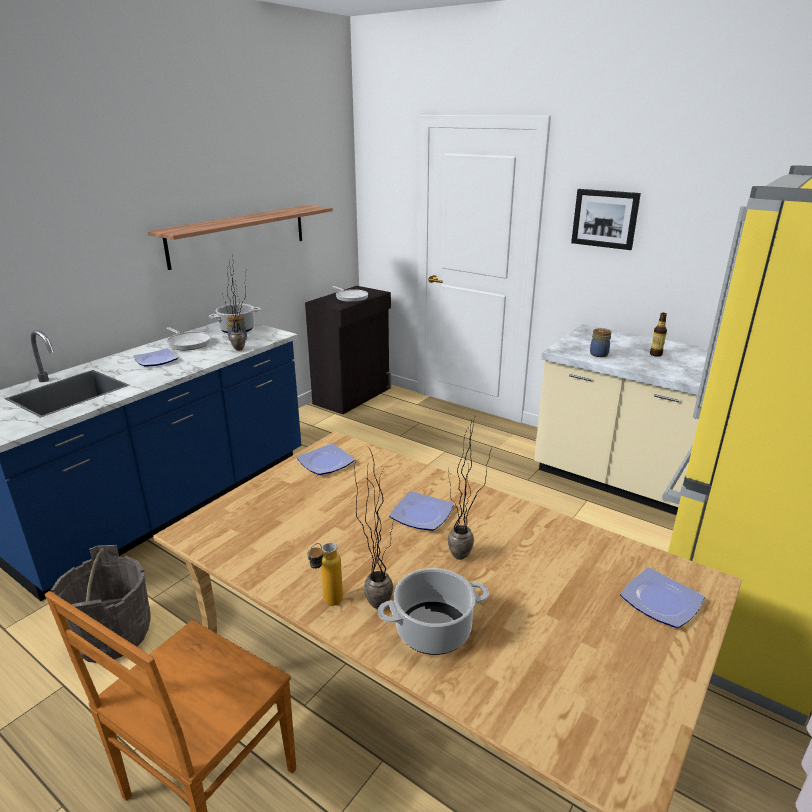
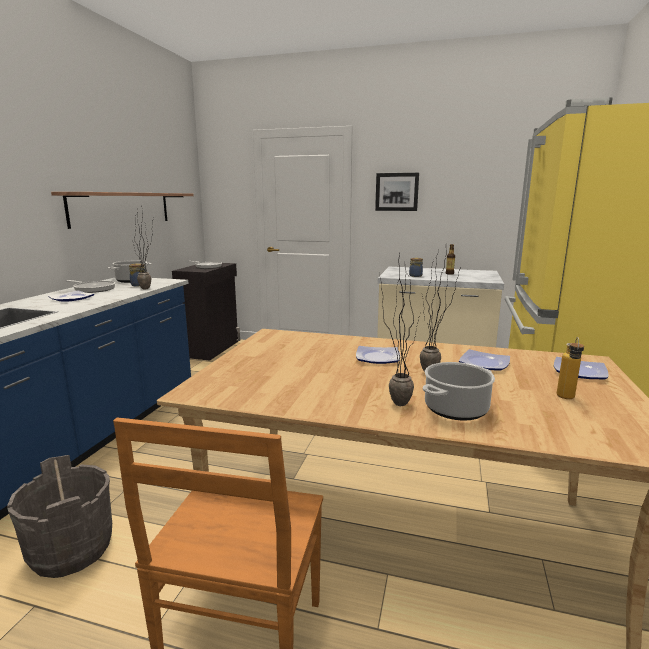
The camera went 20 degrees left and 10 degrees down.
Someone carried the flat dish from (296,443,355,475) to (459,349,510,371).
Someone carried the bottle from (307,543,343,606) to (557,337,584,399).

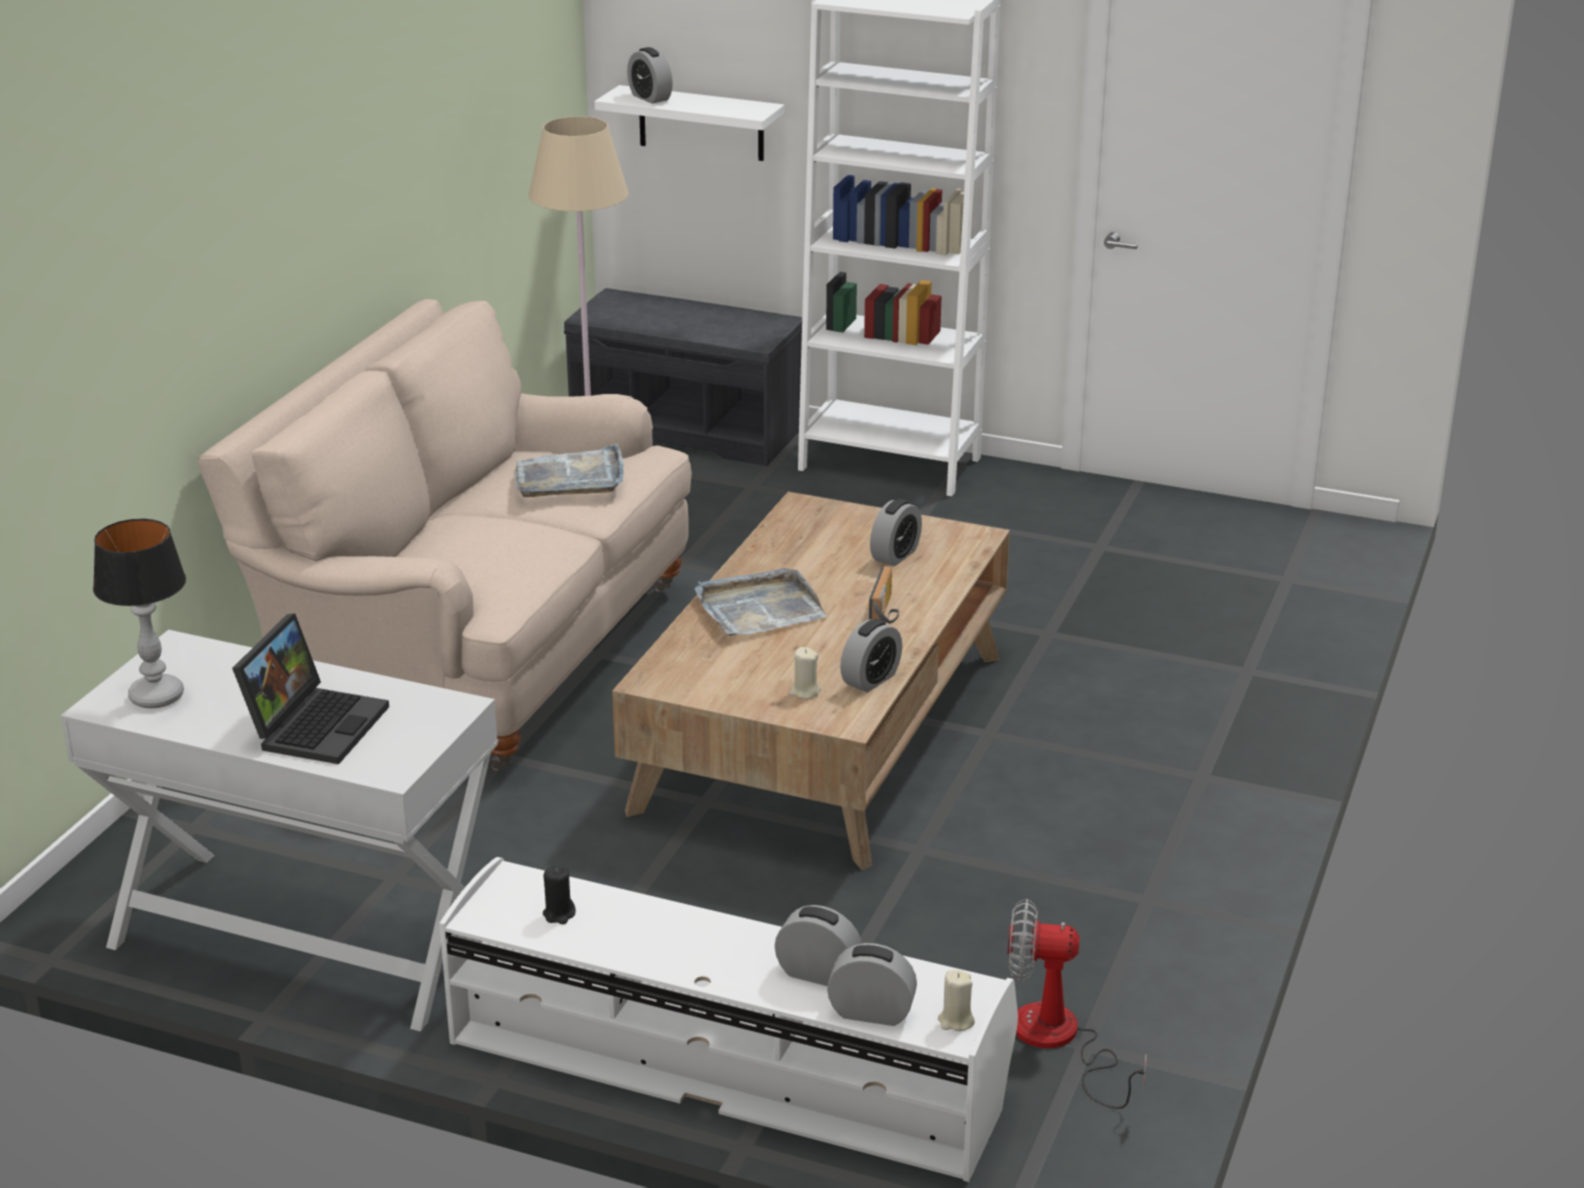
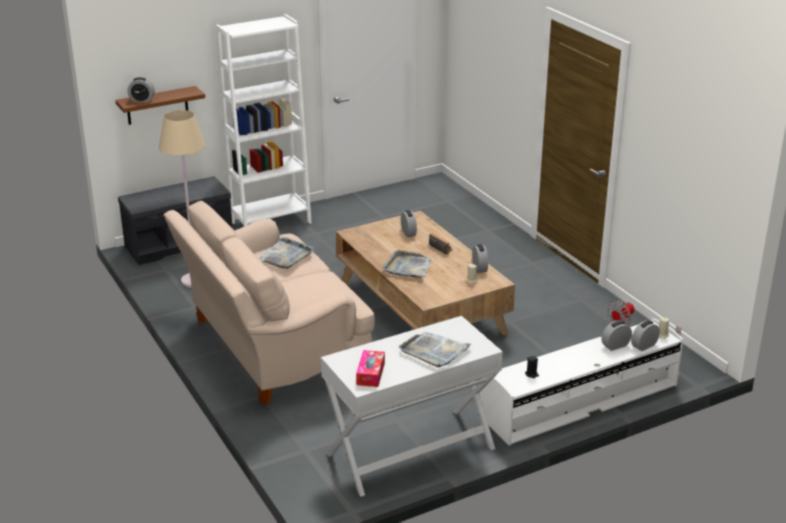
The camera went 50 degrees left and 0 degrees up.
Someone swapped the lamp for a table at (93,519,186,708) for the box of tissues at (356,350,385,387).
Someone swapped the portable computer at (232,613,389,764) for the gray carrying tray at (399,332,472,367).
Someone repainted the white-coloured shelf at (595,85,784,161), which became the brown-coloured shelf at (115,86,205,125).

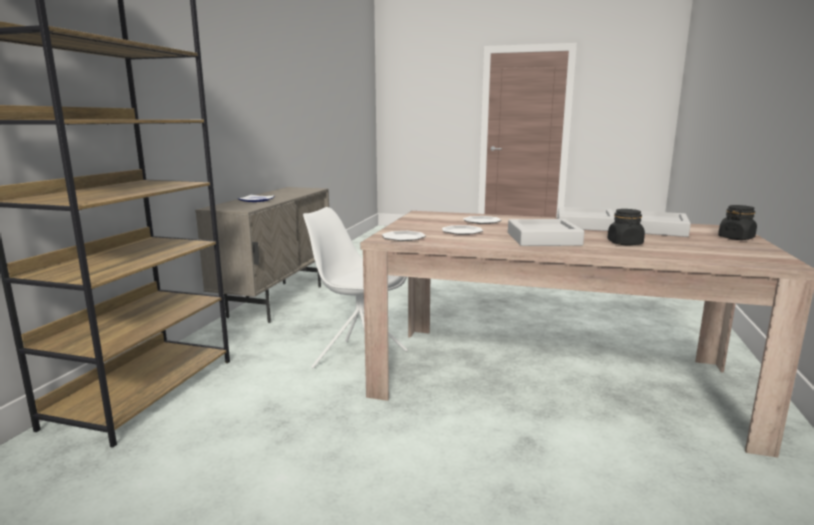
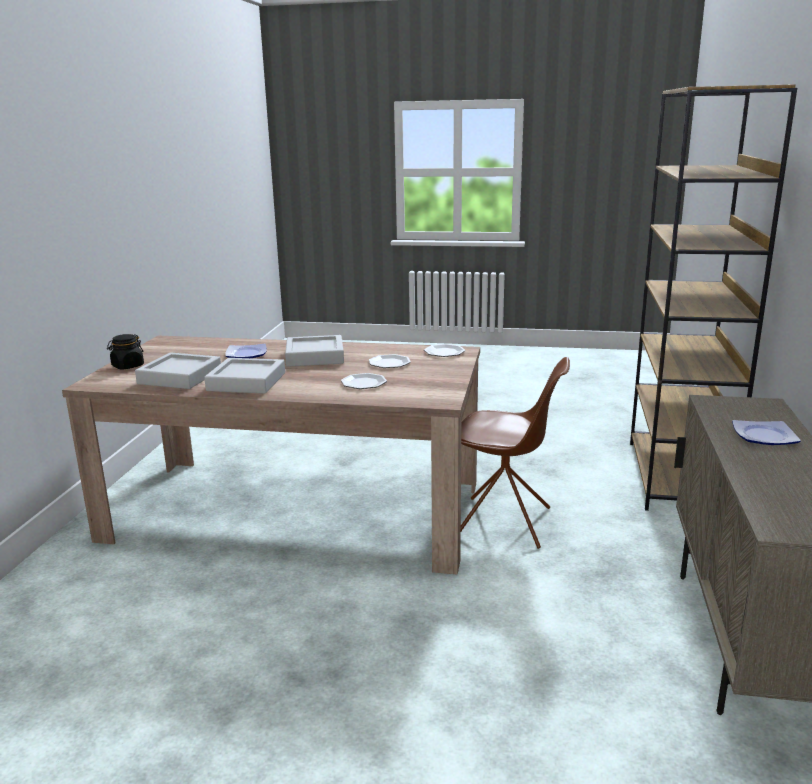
The camera went 175 degrees right and 5 degrees up.
Someone swapped the black storage jar at (607,209,645,246) for the flat dish at (225,344,267,358).
Someone repainted the white-coloured upright chair at (303,207,408,368), which became the brown-coloured upright chair at (461,357,570,549).

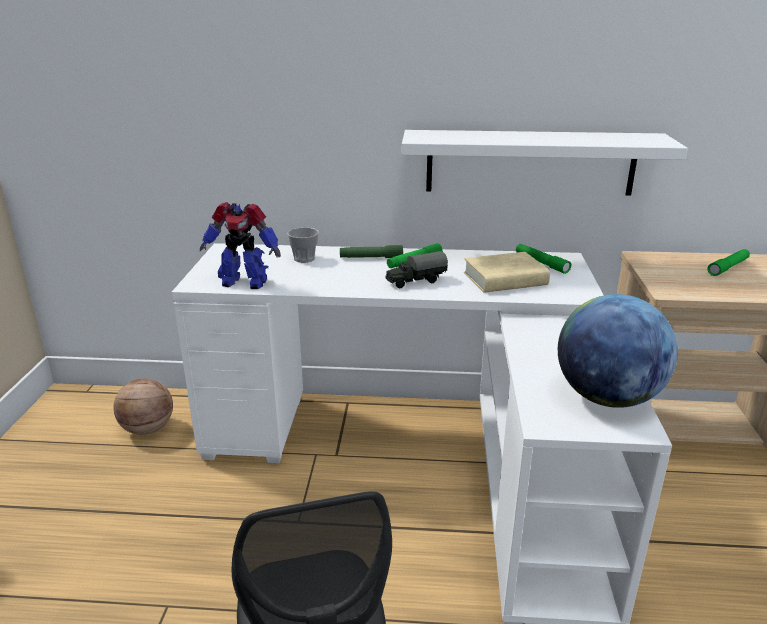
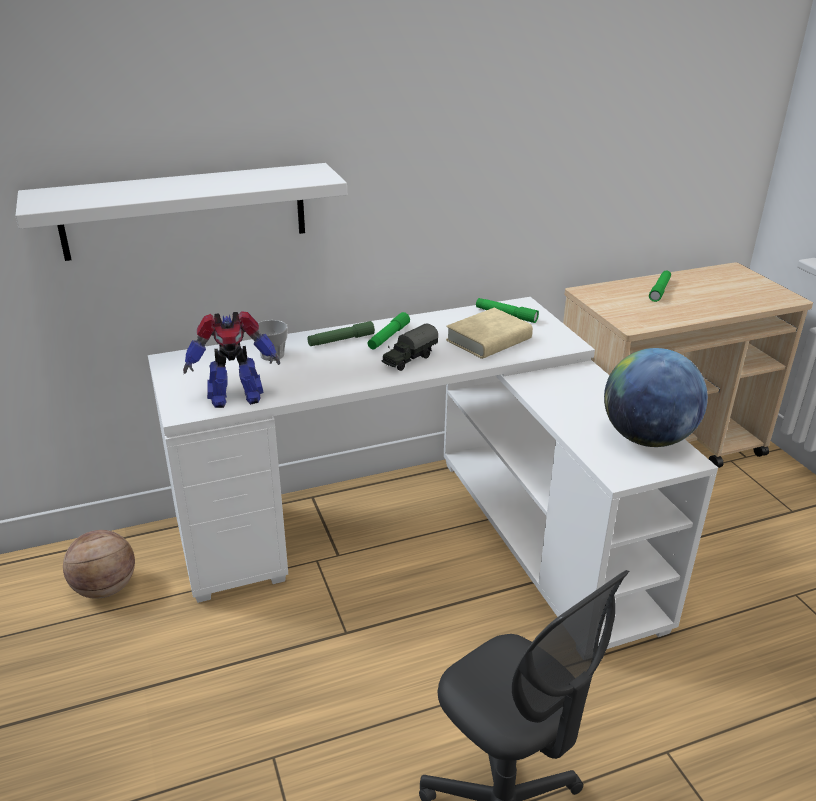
The camera went 25 degrees left and 5 degrees up.
Someone carried the white-coloured shelf from (402,130,688,196) to (16,163,347,261).

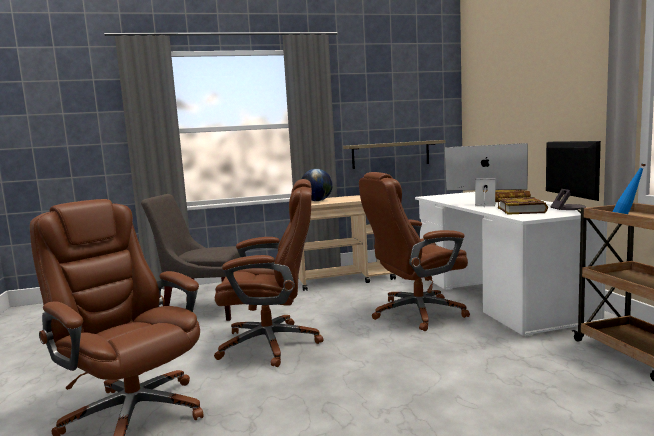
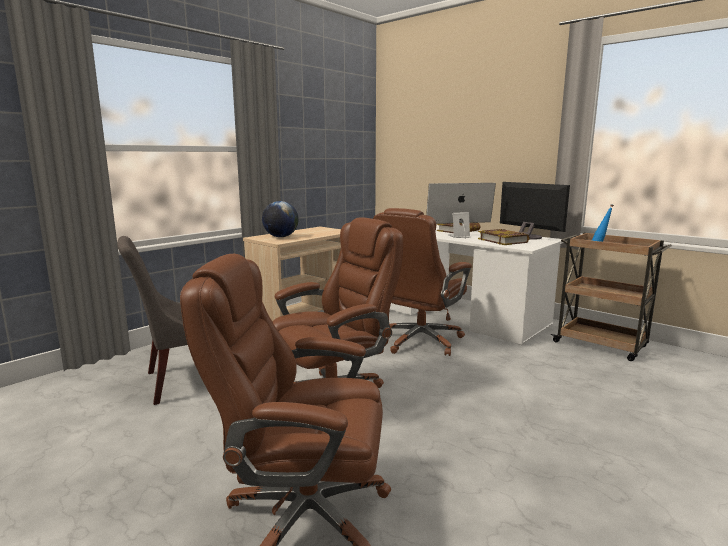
The camera went 35 degrees left and 5 degrees up.
Someone took away the shelf at (343,140,445,169).

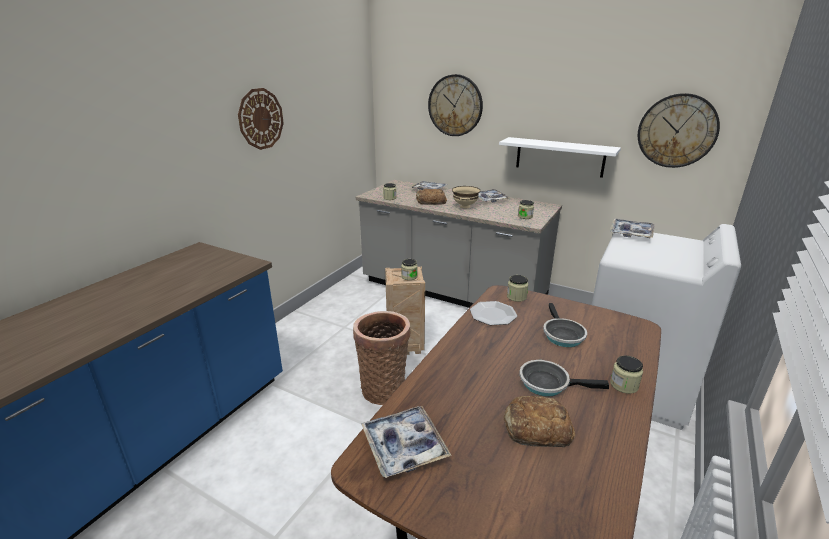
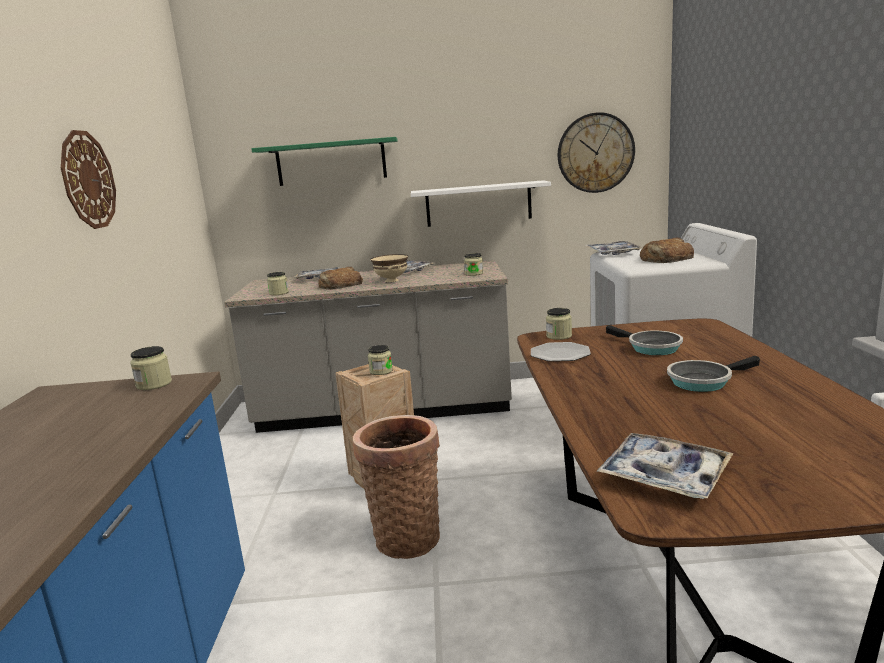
The camera went 30 degrees left and 10 degrees down.
Someone carried the baked bread from (504,396,575,448) to (640,238,694,263).
Someone carried the storage jar from (610,356,643,394) to (130,346,172,390).
Someone swapped the hanging clock at (428,74,483,136) for the green-coloured shelf at (251,137,398,186).

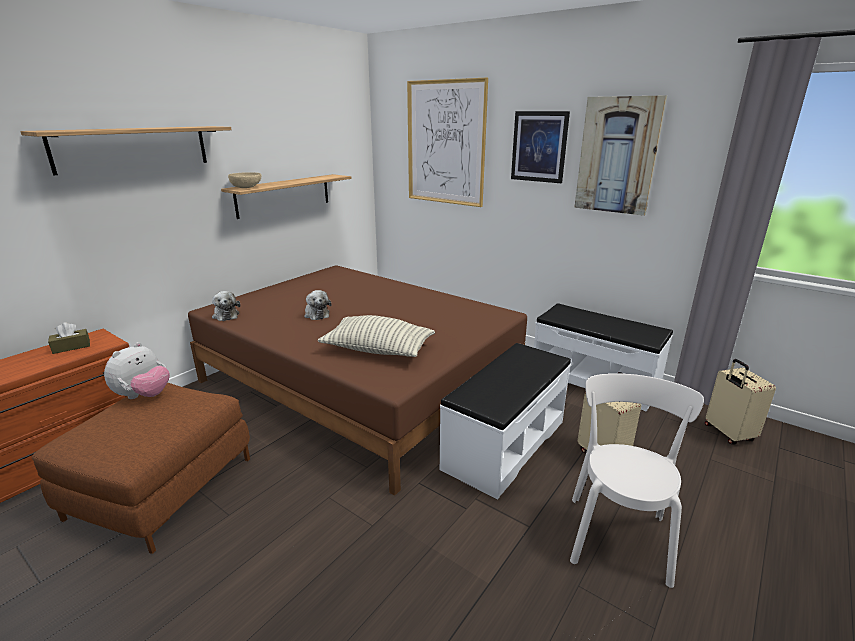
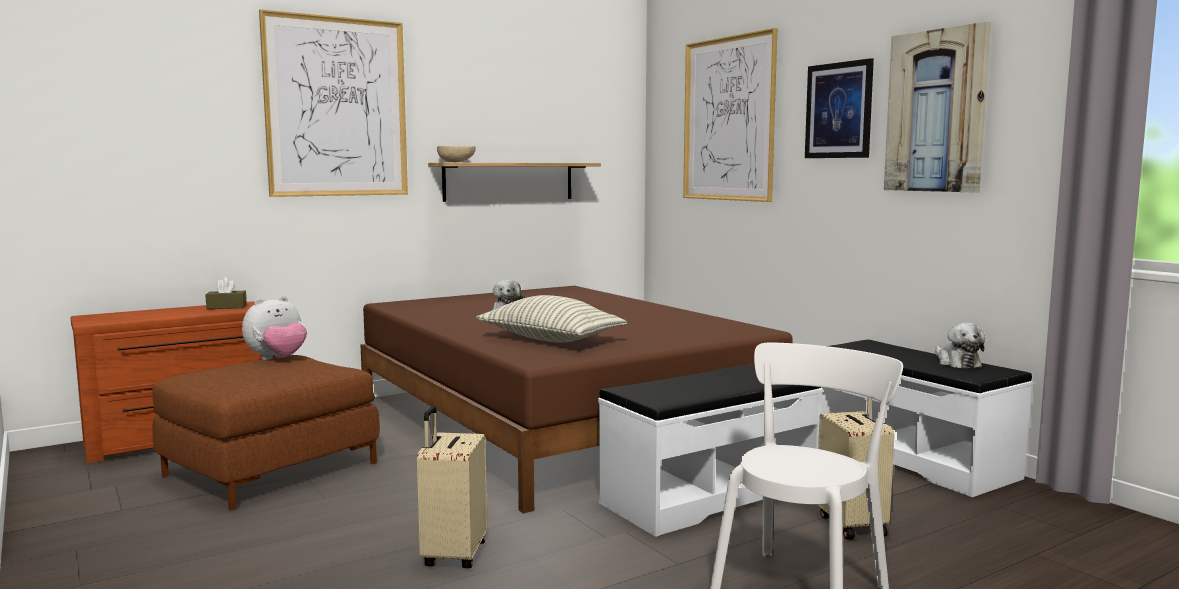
The camera went 20 degrees right and 15 degrees down.
Someone carried the soft toy from (212,291,240,321) to (935,323,985,369).
Someone carried the beige piece of luggage from (705,359,776,444) to (417,406,487,568).
Someone swapped the shelf at (20,126,232,175) for the wall picture at (259,9,408,197).

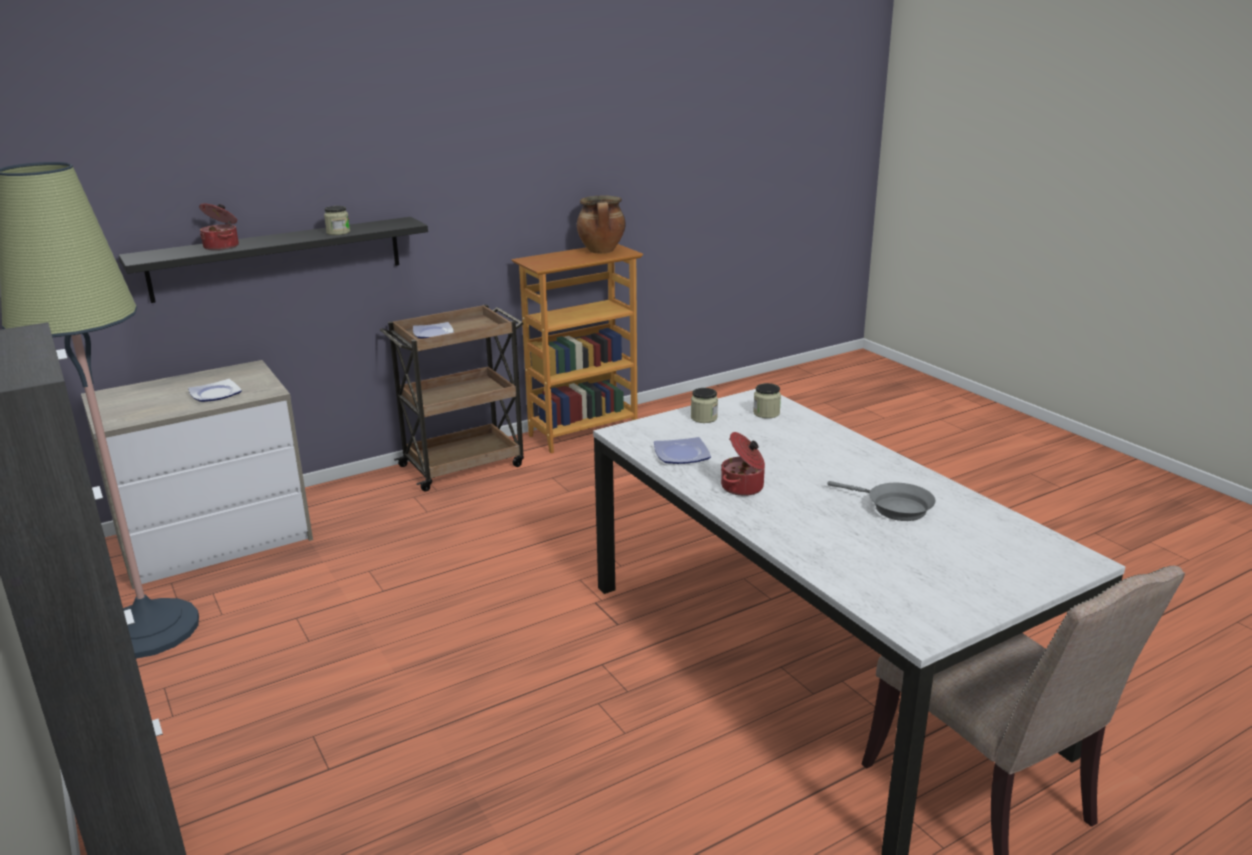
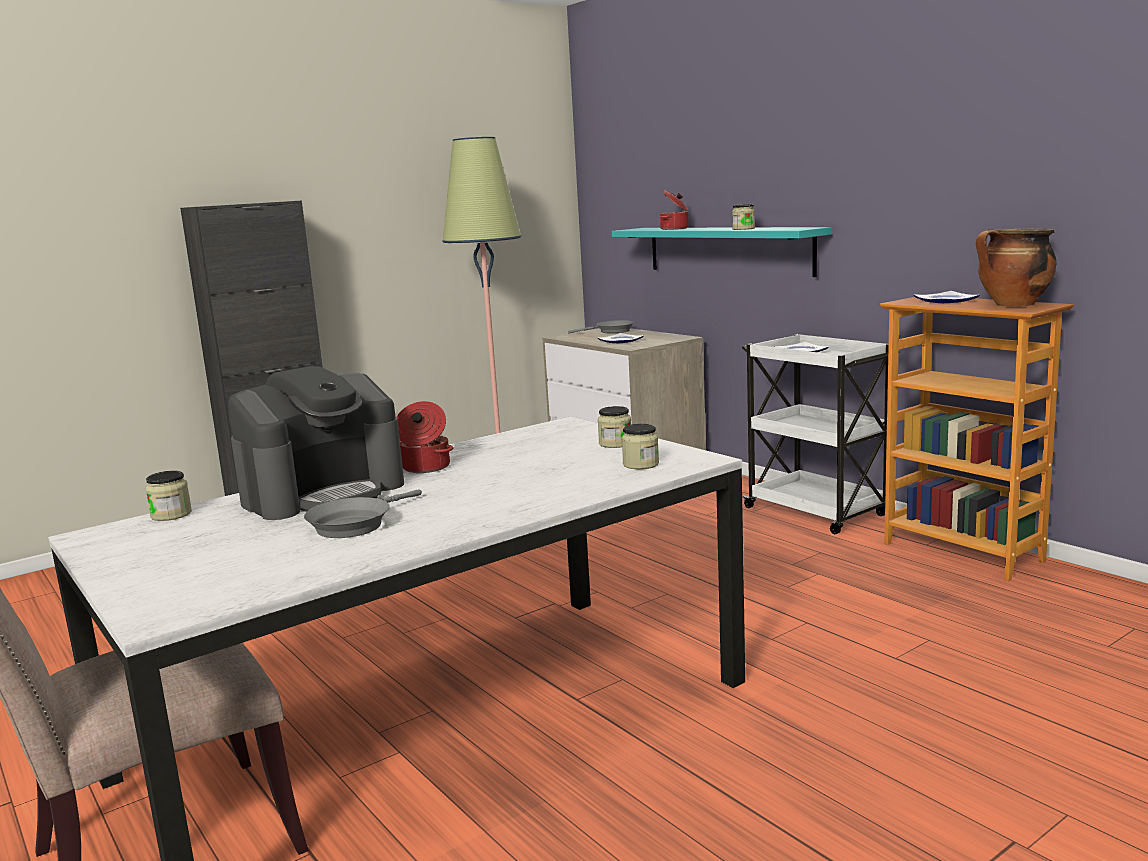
The camera went 85 degrees right and 10 degrees down.
Someone put down the storage jar at (145,471,192,521).
Someone put down the coffee maker at (228,366,404,520).
Someone put down the gray skillet at (568,320,634,333).
Someone carried the flat dish from (654,437,711,464) to (914,291,980,303).
Someone repainted the black shelf at (119,217,428,303), which became the turquoise-coloured shelf at (612,227,832,277).
Someone repainted the brown-coloured trolley at (380,304,524,492), which became the white-coloured trolley at (742,334,900,534).

